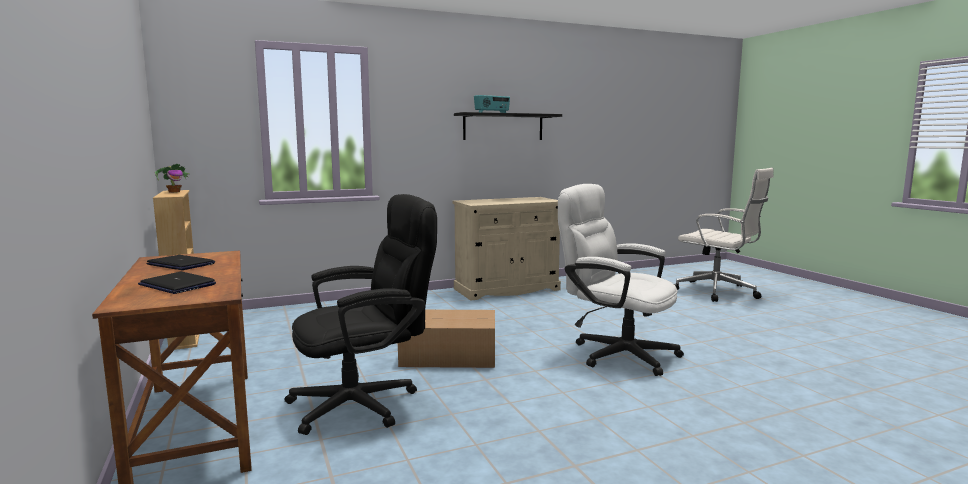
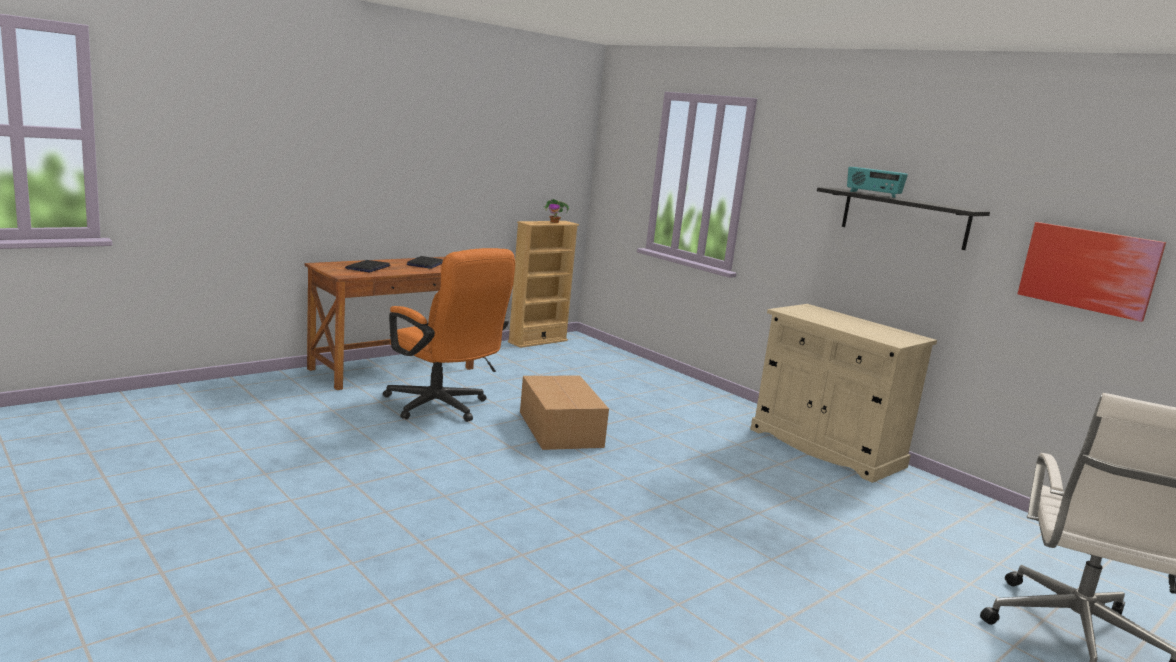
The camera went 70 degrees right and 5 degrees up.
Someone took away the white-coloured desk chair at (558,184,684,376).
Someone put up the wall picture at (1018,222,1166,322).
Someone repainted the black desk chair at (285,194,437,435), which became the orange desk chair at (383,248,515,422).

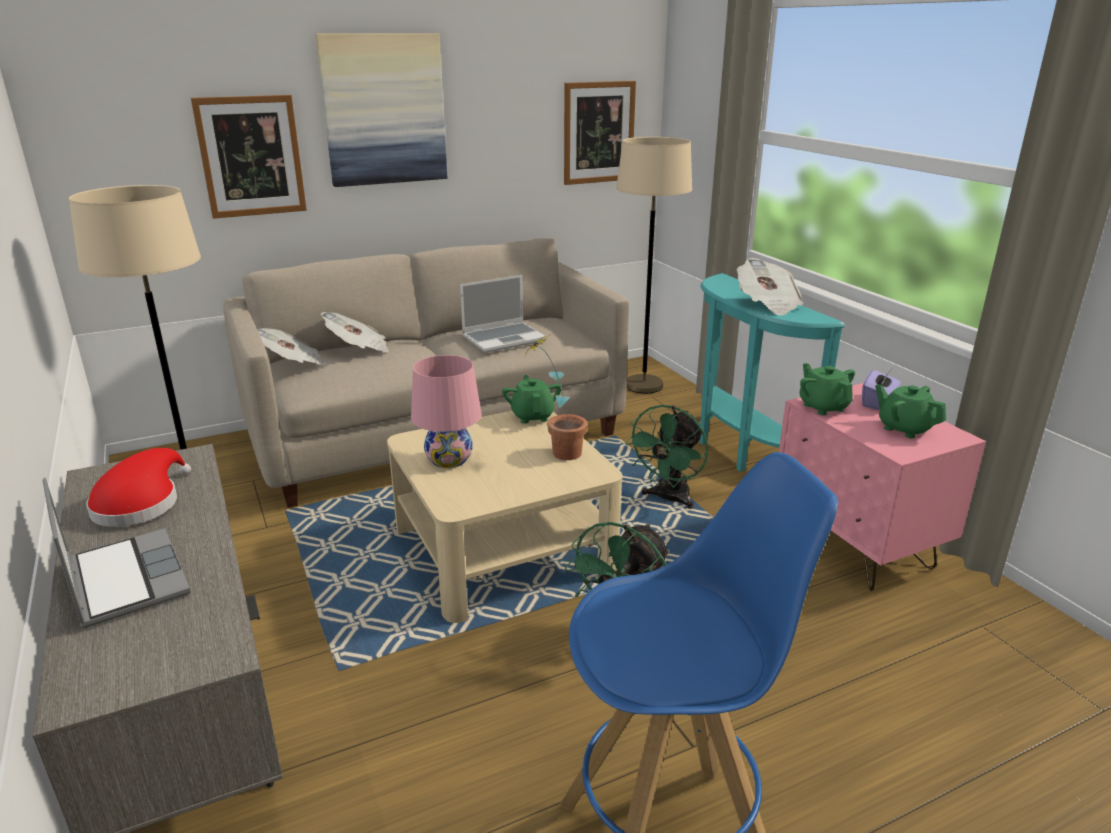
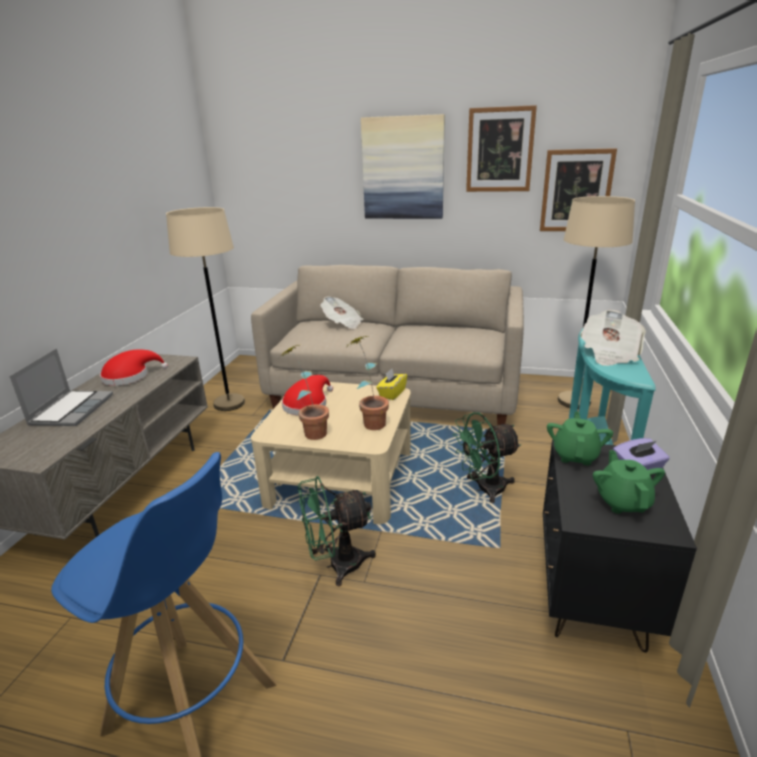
The camera went 40 degrees right and 0 degrees up.
Someone took away the printed paper at (257,328,326,365).
Someone took away the portable computer at (460,275,547,353).
Someone put down the houseplant at (280,344,329,440).
Someone carried the wall picture from (191,95,307,219) to (466,105,537,192).
Someone swapped the pink lamp for a table at (411,355,482,468) for the red-coloured clothing hat at (282,375,333,415).
Someone swapped the green-coloured teapot at (502,375,562,424) for the yellow box of tissues at (376,369,407,400).
Someone repainted the pink bedside table at (779,383,986,591), which became the black bedside table at (543,439,697,653).

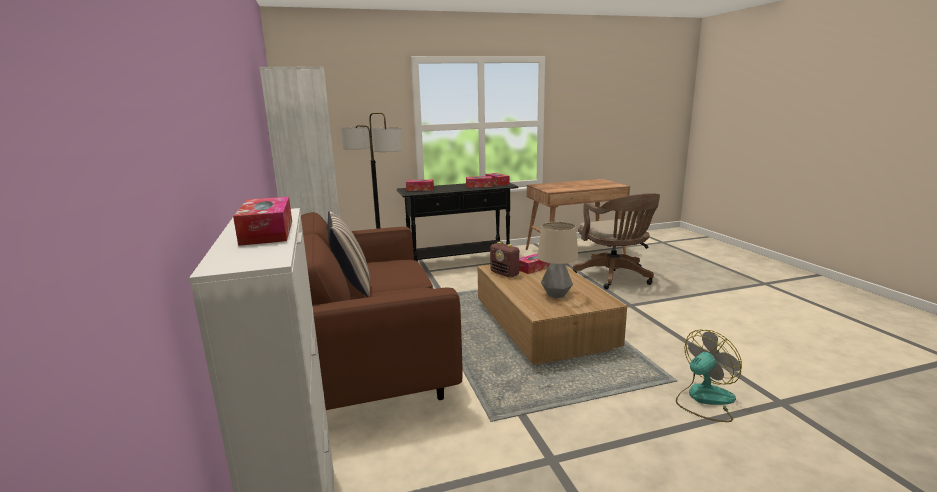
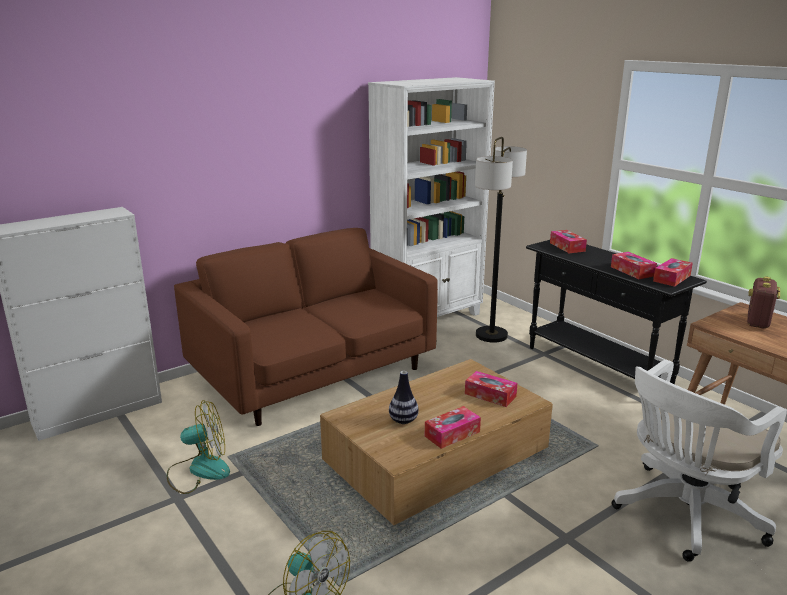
The camera went 70 degrees right and 5 degrees up.
Someone took away the throw pillow at (327,211,370,297).
Someone put down the fan at (167,400,230,494).
Someone carried the box of tissues from (233,197,292,246) to (425,406,481,449).
Someone carried the radio from (490,242,520,277) to (747,276,780,329).
Someone swapped the lamp for a table at (537,222,578,298) for the vase at (389,371,419,424).
Someone repainted the brown-coloured desk chair at (572,193,660,289), which became the white-coloured desk chair at (611,360,786,562).

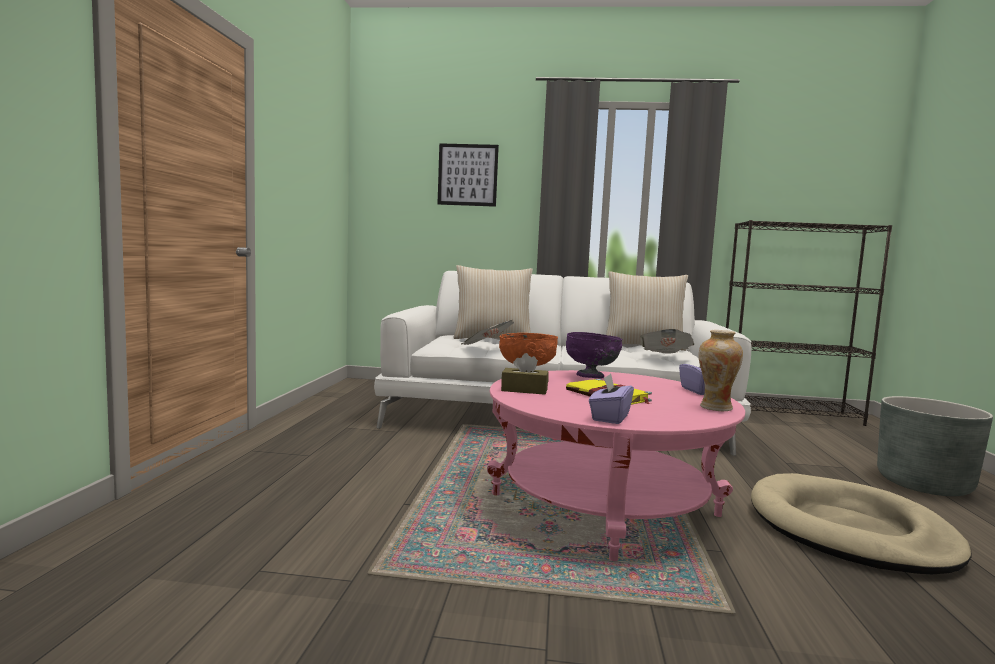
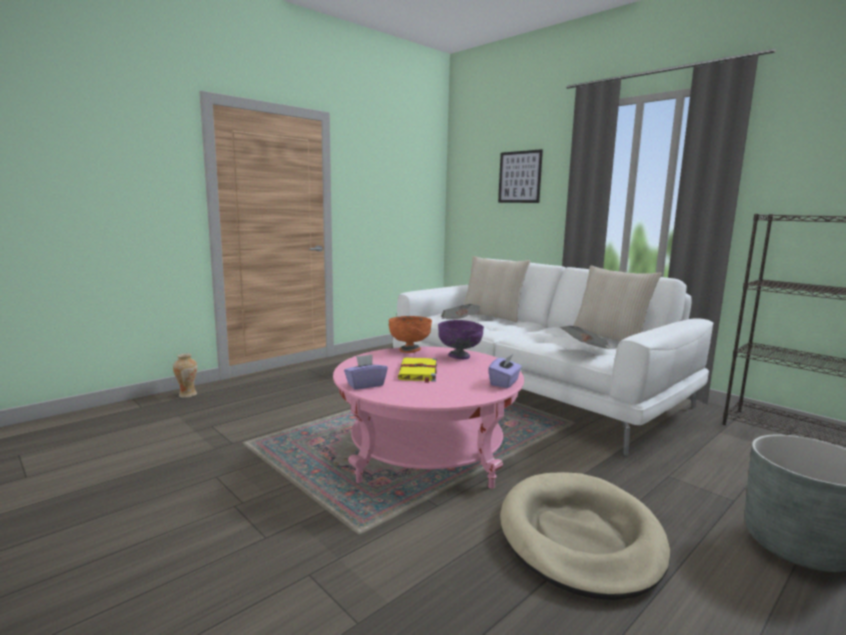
The camera went 40 degrees right and 5 degrees up.
Someone took away the brown-coloured box of tissues at (501,353,548,395).
Someone carried the vase from (699,330,743,411) to (173,353,197,398).

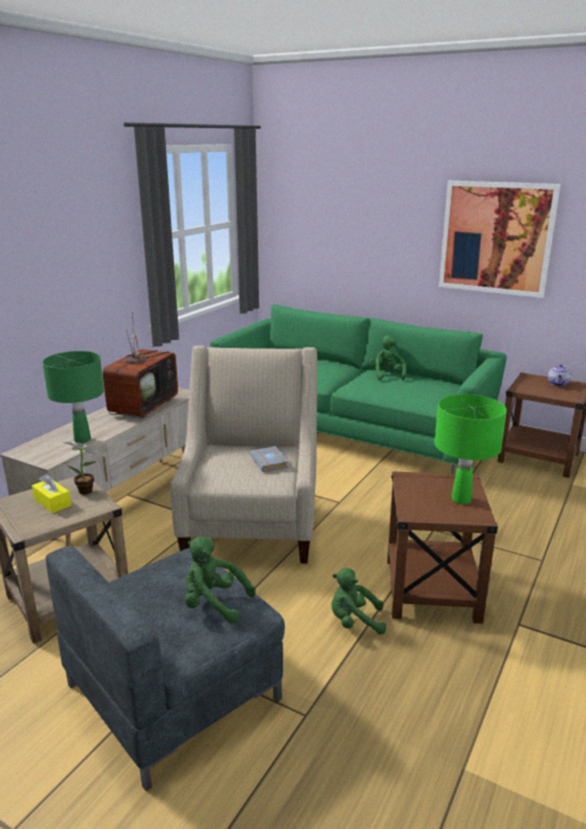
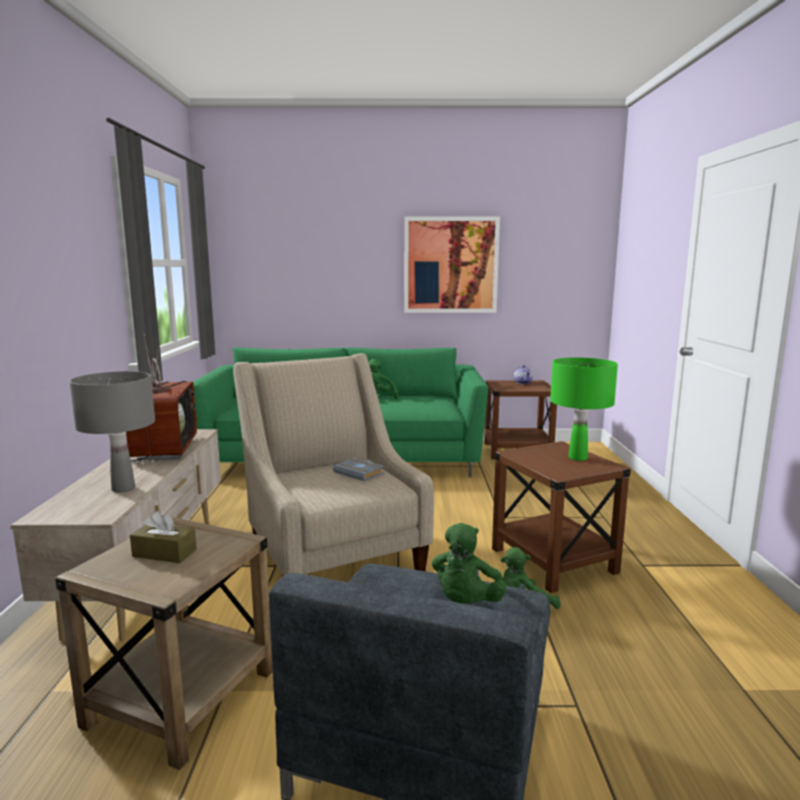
The camera went 30 degrees left and 10 degrees down.
Someone took away the houseplant at (63,442,96,495).
Someone repainted the yellow box of tissues at (32,474,71,513), which became the brown-coloured box of tissues at (130,511,197,563).
Someone repainted the green-coloured lamp for a table at (42,351,104,443), which became the gray lamp for a table at (69,371,155,493).
Someone rotated the green-coloured soft toy at (185,536,256,624) by 60 degrees counterclockwise.

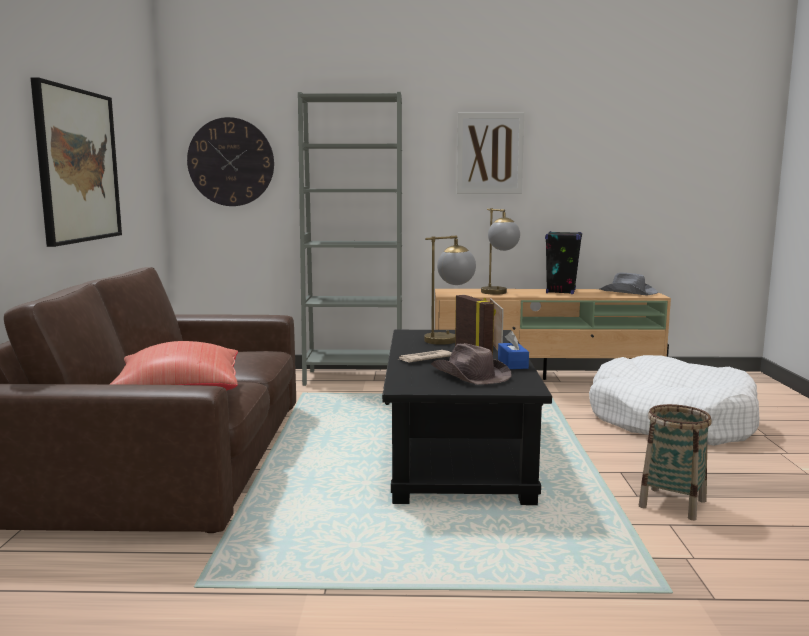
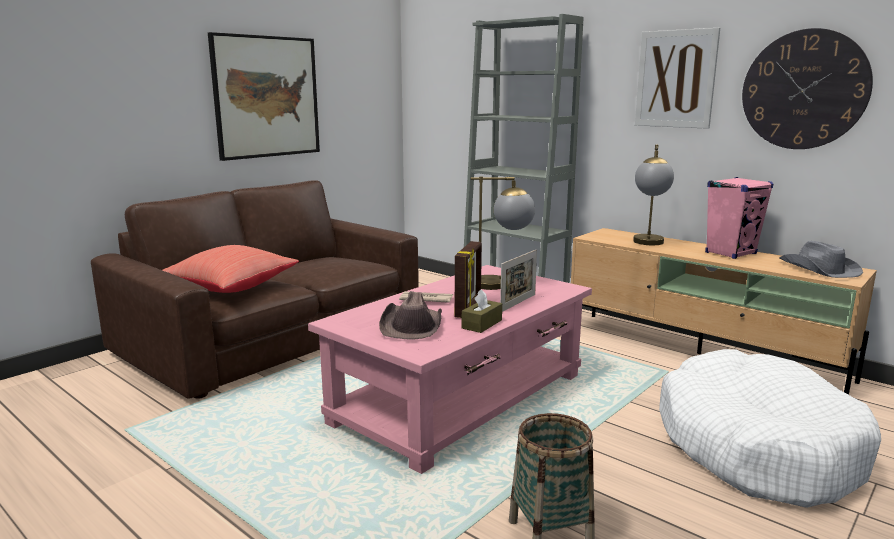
The camera went 40 degrees right and 5 degrees up.
Someone carried the hanging clock from (187,117,274,206) to (742,28,873,149).
Someone repainted the black low table at (382,329,552,505), which became the pink low table at (308,265,592,474).
Someone repainted the blue box of tissues at (498,331,529,369), which became the brown-coloured box of tissues at (462,289,502,333).
Someone repainted the black loudspeaker at (545,231,582,294), which became the pink loudspeaker at (705,177,773,259).

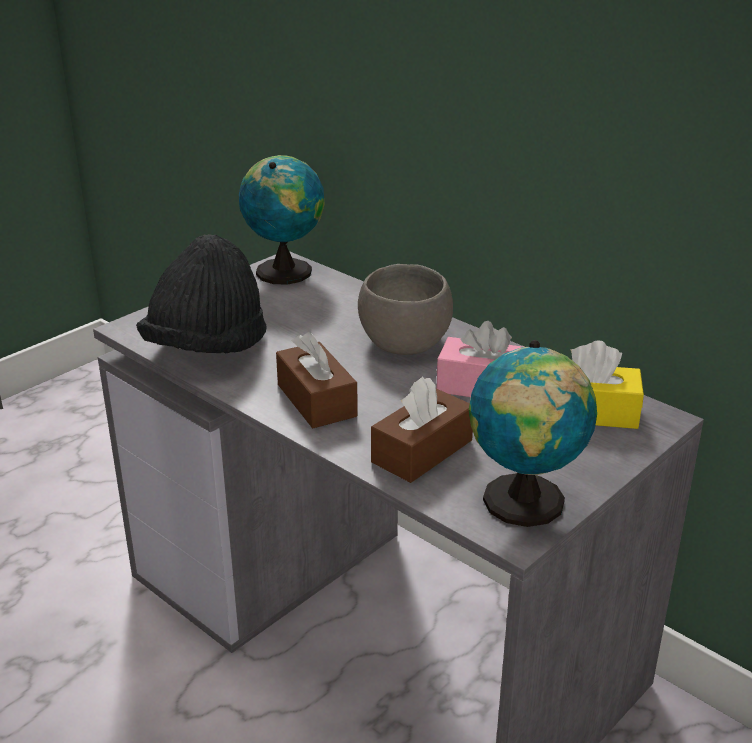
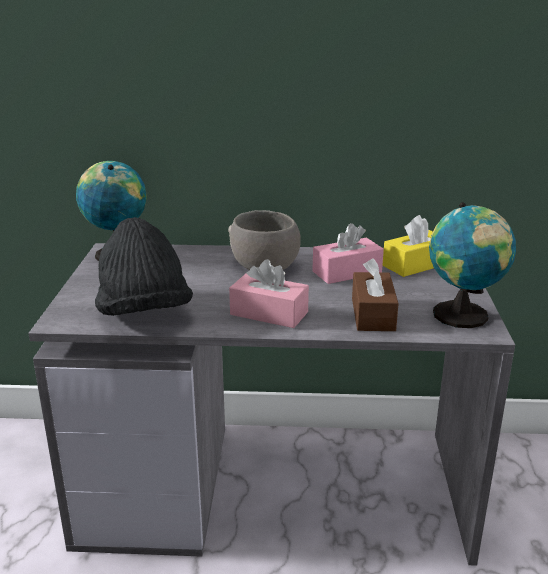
The camera went 40 degrees left and 5 degrees down.
Someone repainted the brown-coloured box of tissues at (276,332,358,428), which became the pink box of tissues at (229,259,309,328).

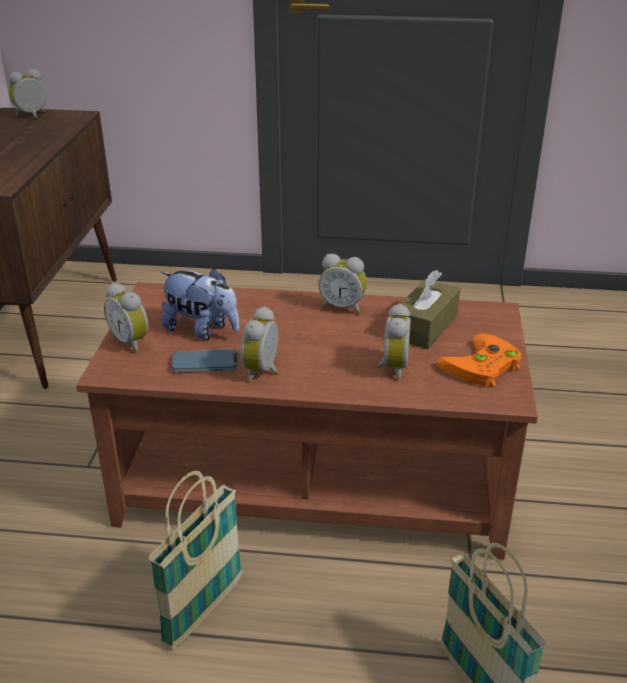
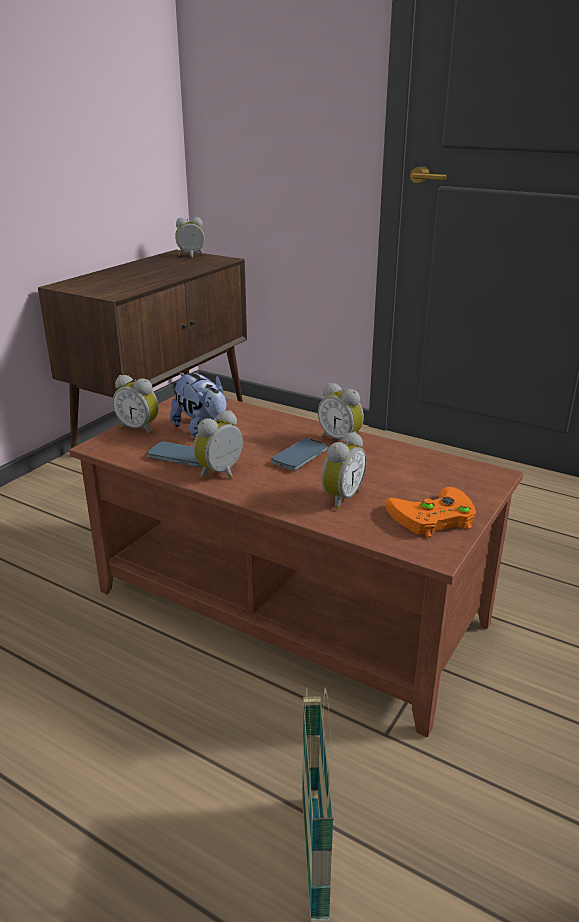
The camera went 25 degrees right and 5 degrees down.
Someone took away the household basket at (148,471,243,649).
Someone took away the brown-coloured box of tissues at (393,270,460,349).
Someone put down the phone at (271,438,328,470).
Someone rotated the bedside clock at (104,283,149,353) by 45 degrees counterclockwise.

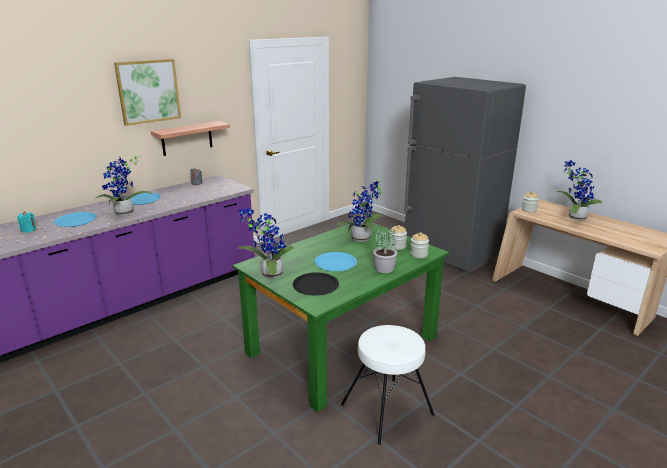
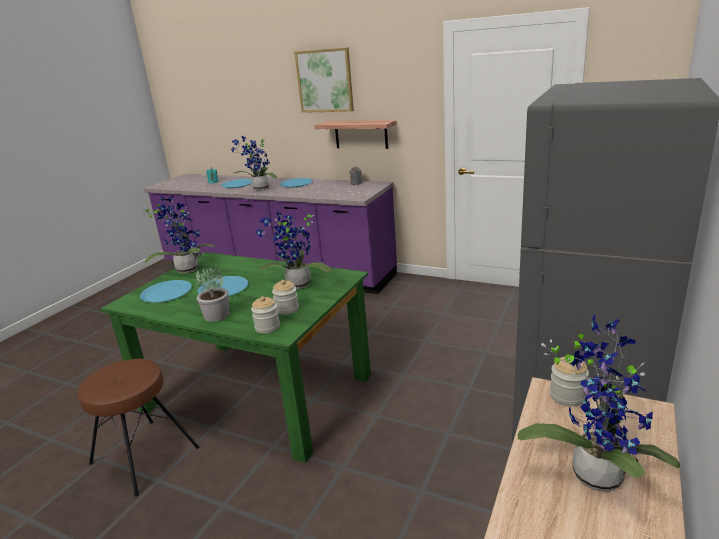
The camera went 70 degrees right and 0 degrees up.
Someone repainted the black flat dish at (293,272,339,295), which became the blue flat dish at (140,280,192,302).
Someone repainted the white-coloured sitting stool at (341,325,434,445), which became the brown-coloured sitting stool at (78,359,199,497).

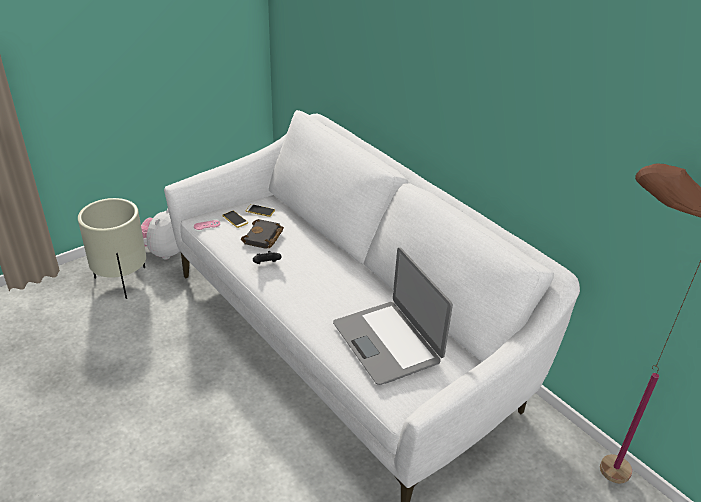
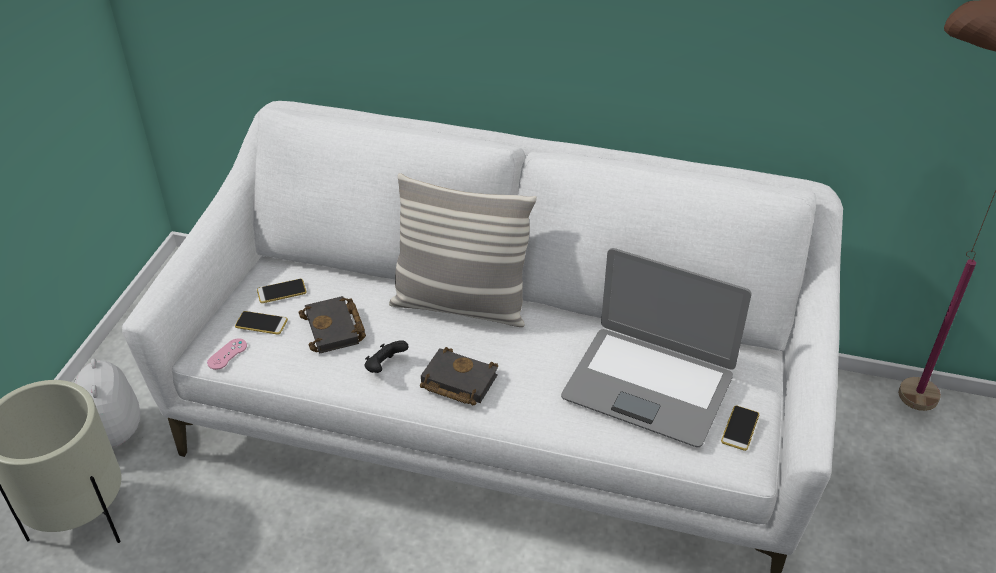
The camera went 35 degrees left and 5 degrees up.
Someone put down the throw pillow at (389,173,537,327).
Someone put down the black volume at (420,347,498,405).
Someone put down the phone at (721,405,759,451).

